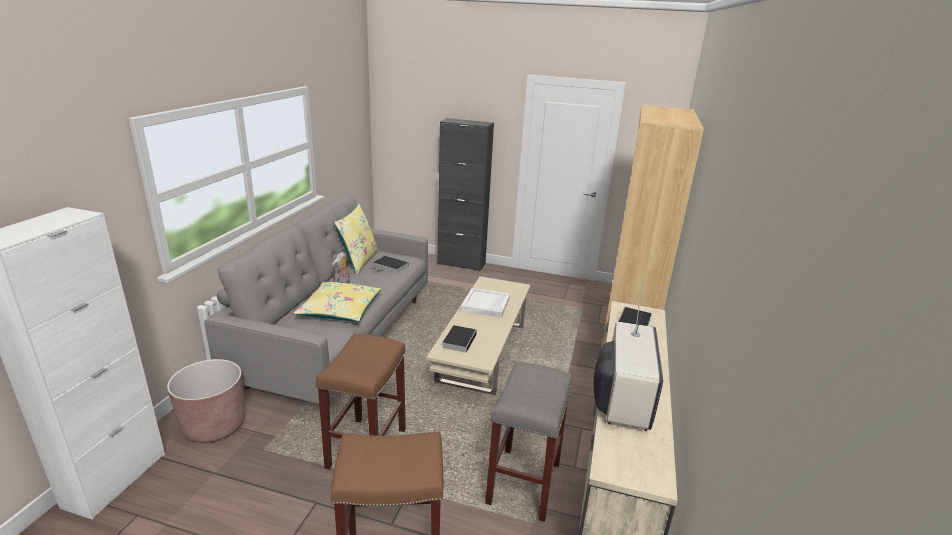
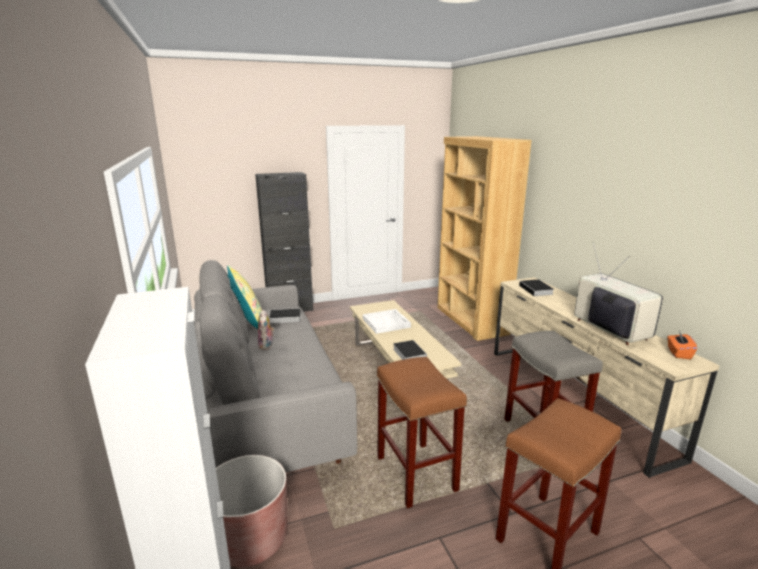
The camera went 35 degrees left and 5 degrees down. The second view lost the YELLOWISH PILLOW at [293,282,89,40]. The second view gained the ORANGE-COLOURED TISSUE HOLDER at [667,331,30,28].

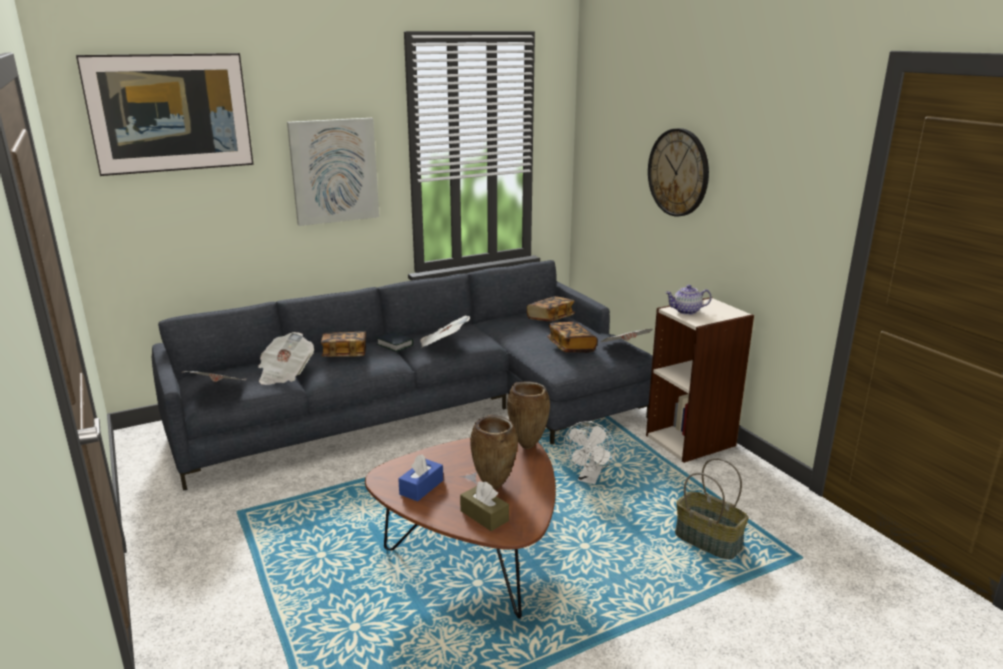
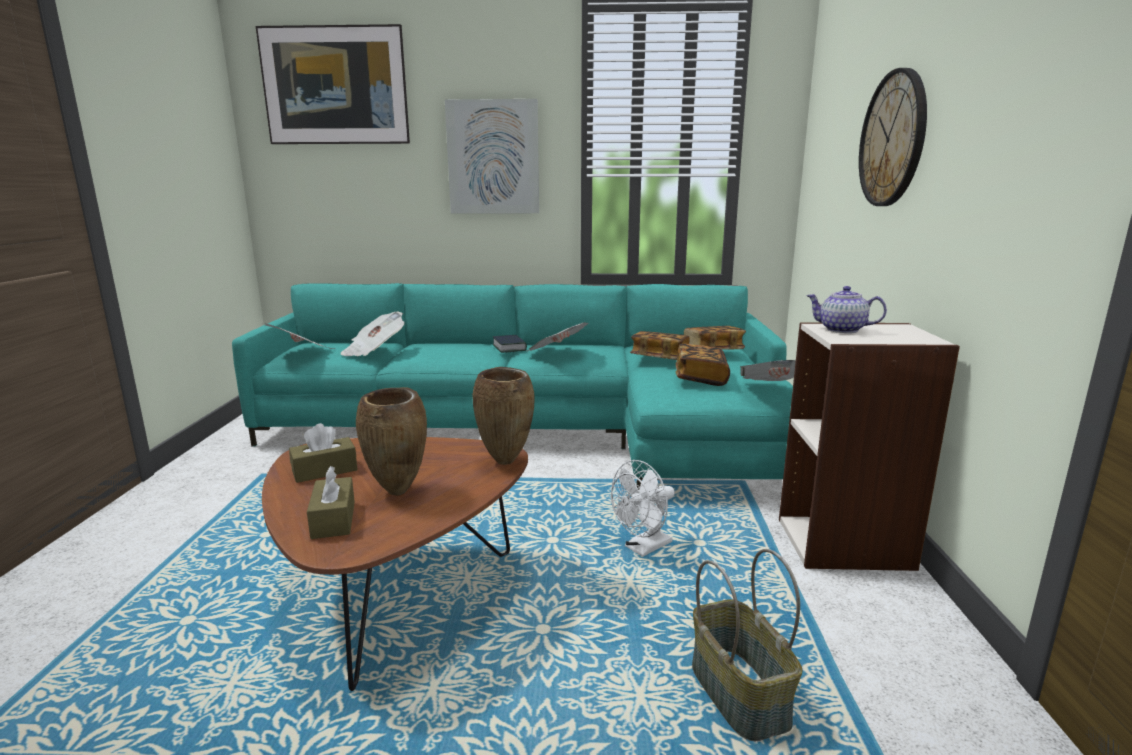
The camera went 30 degrees right and 5 degrees down. What was the GREY COUCH at [152,260,501,231] turned into the TURQUOISE-COLOURED COUCH at [232,283,561,207]. The BOOK ended up elsewhere, having gone from [321,331,45,26] to [630,331,60,29]. What was the BLUISH TISSUE HOLDER at [398,454,45,47] turned into the BROWNISH TISSUE HOLDER at [289,423,69,60].

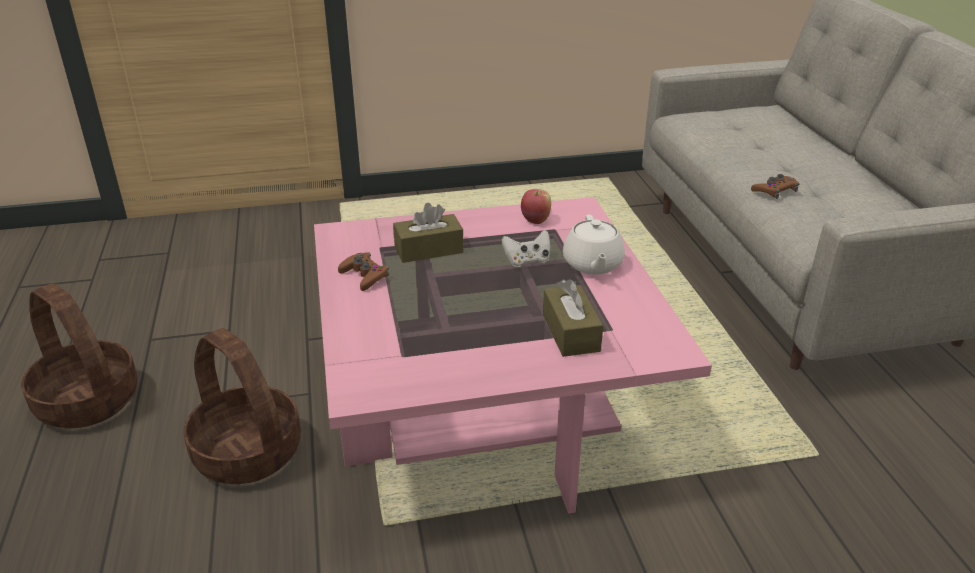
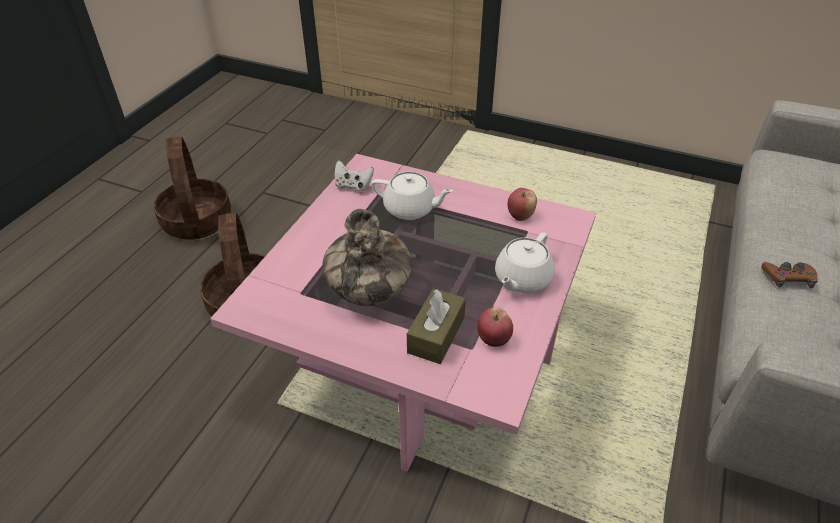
The camera went 35 degrees right and 10 degrees up. The second view lost the BROWNISH GAME CONTROLLER at [338,252,51,39]. Where the BROWNISH TISSUE HOLDER stood at [393,203,71,60], the WHITE TEA POT came to stand at [371,172,82,48]. The WHITE GAME CONTROLLER ended up elsewhere, having gone from [502,230,48,37] to [334,161,40,32]. The second view gained the FLOWER VASE at [323,209,89,97]. The second view gained the APPLE at [477,307,36,40].

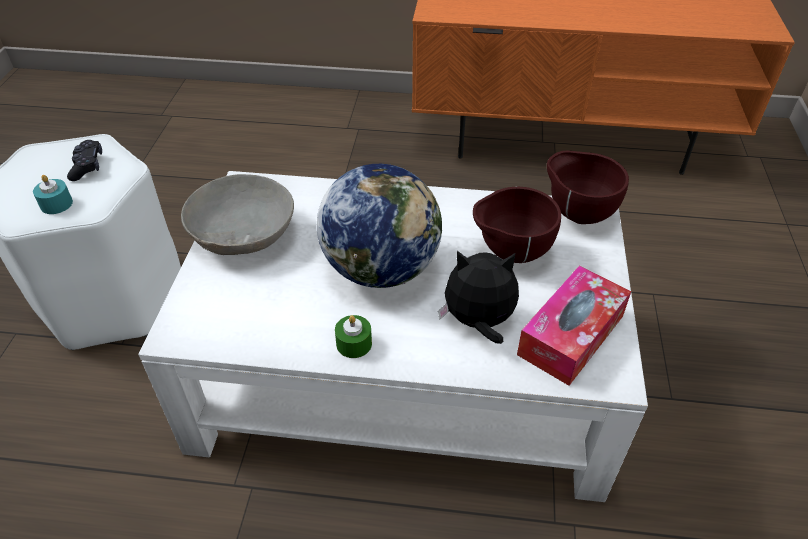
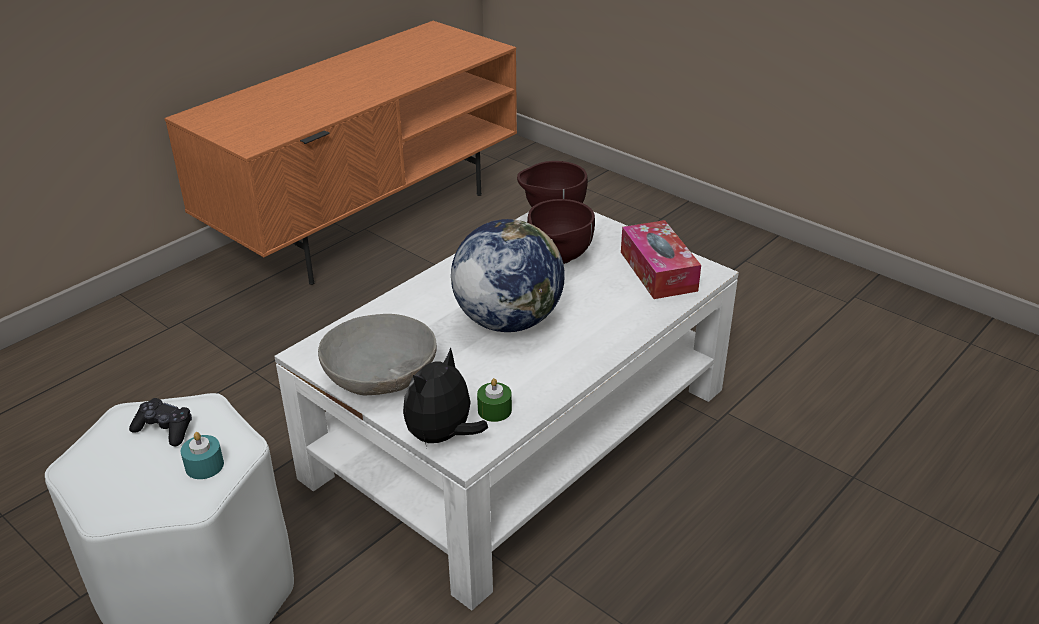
The camera went 55 degrees left and 10 degrees down. The GREENISH CANDLE ended up elsewhere, having gone from [335,315,37,43] to [477,378,35,44]. The SOFT TOY ended up elsewhere, having gone from [438,251,81,93] to [403,347,85,97].

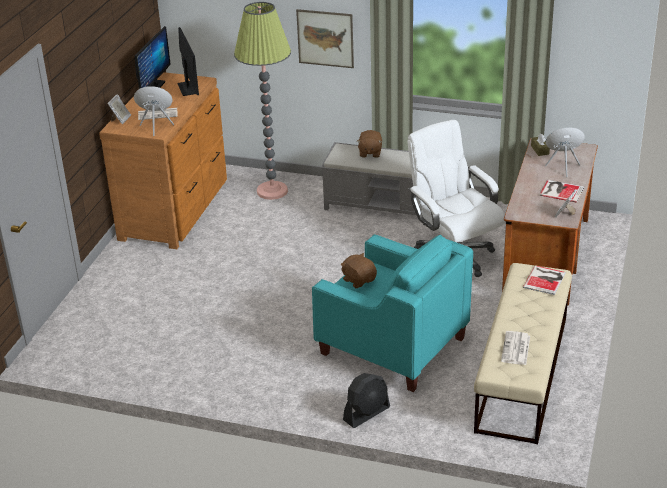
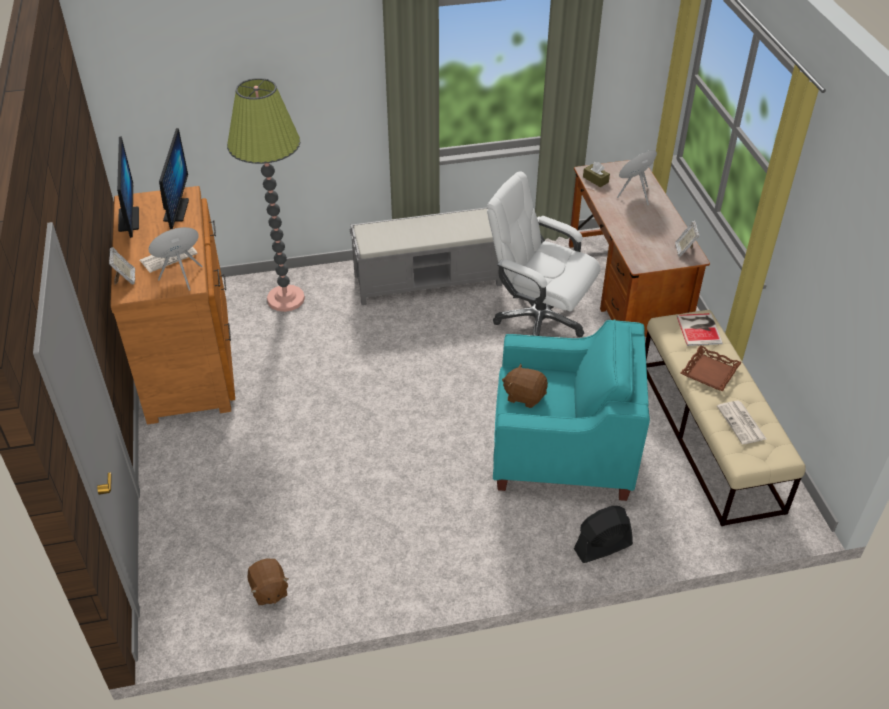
The camera went 30 degrees left and 10 degrees up. The MONITOR at [178,27,21,69] ended up facing another way, 45 degrees clockwise from before. The second view lost the WALL ART at [296,9,58,59]. The BLACK-COLOURED COOLING FAN at [343,373,47,55] ended up facing another way, 135 degrees counterclockwise from before. The BROWNISH SOFT TOY ended up elsewhere, having gone from [357,130,25,28] to [247,559,42,46]. The second view lost the BOOK at [539,180,45,23]. The second view gained the BROWNISH SERVING TRAY at [681,345,61,46].

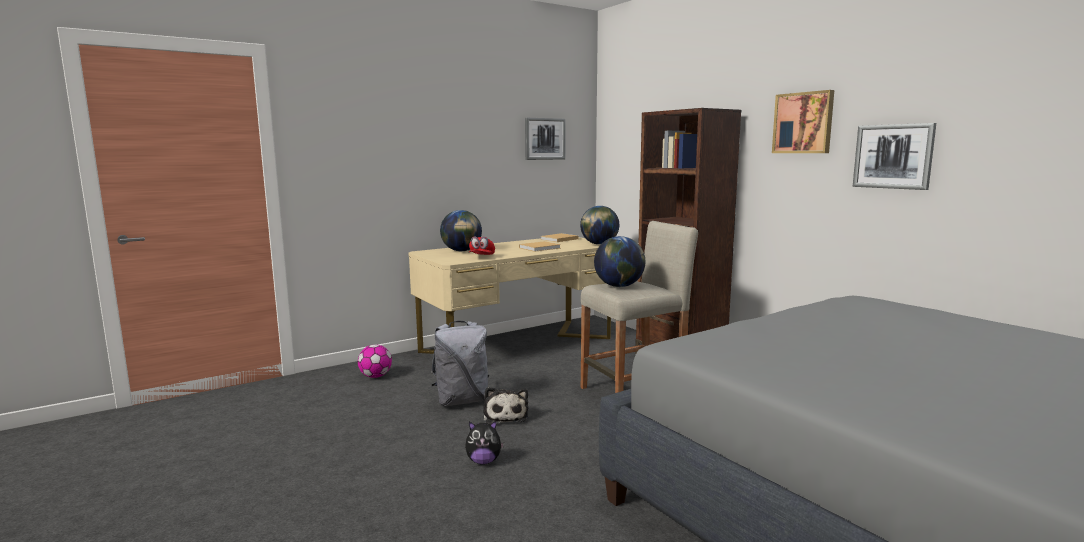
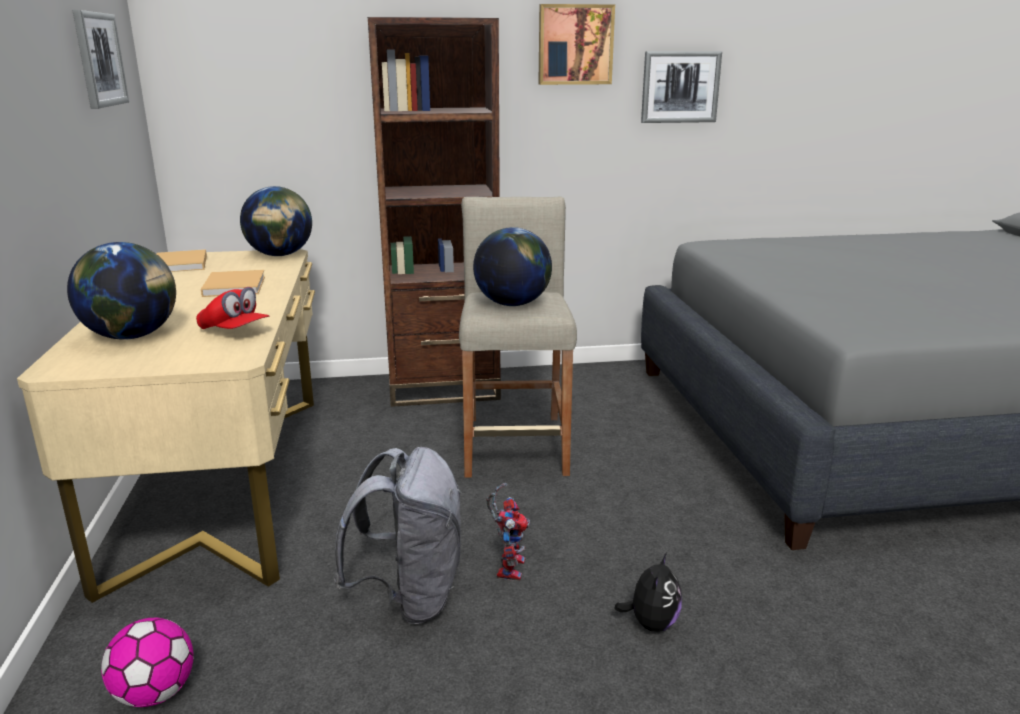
The camera went 65 degrees left and 10 degrees up. Where the SOFT TOY stood at [483,387,45,38], the MODEL ROBOT came to stand at [486,483,44,98].

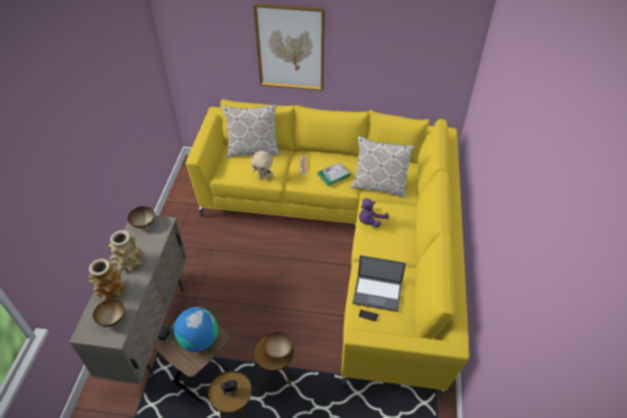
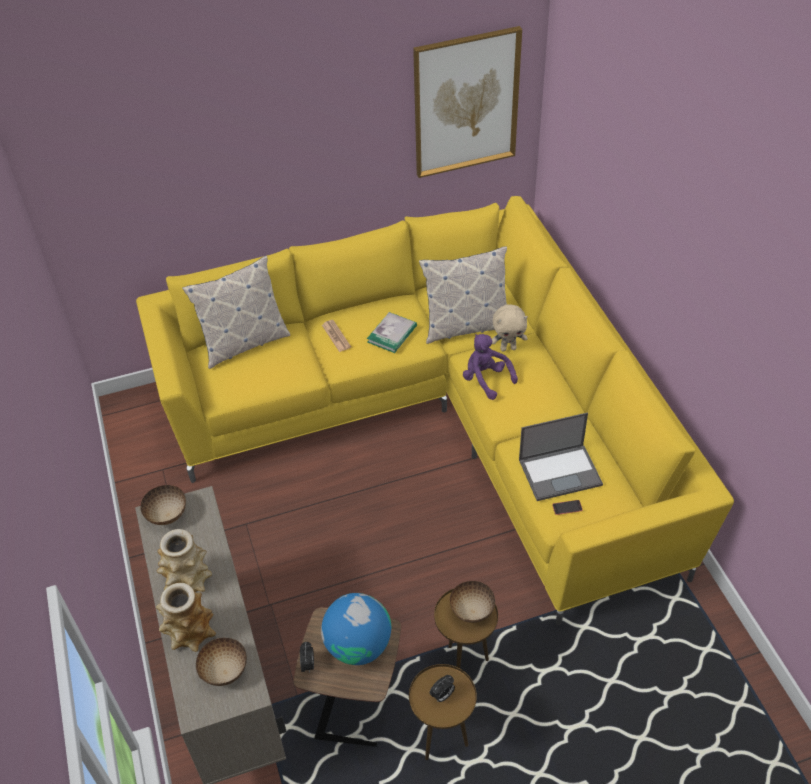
The camera went 25 degrees left and 0 degrees up. The SAND-COLOURED SOFT TOY ended up elsewhere, having gone from [251,151,23,29] to [492,304,36,47]. The WALL ART ended up elsewhere, having gone from [253,3,72,88] to [413,26,109,152]. The PURPLISH SOFT TOY at [359,198,30,29] ended up facing another way, 120 degrees clockwise from before.

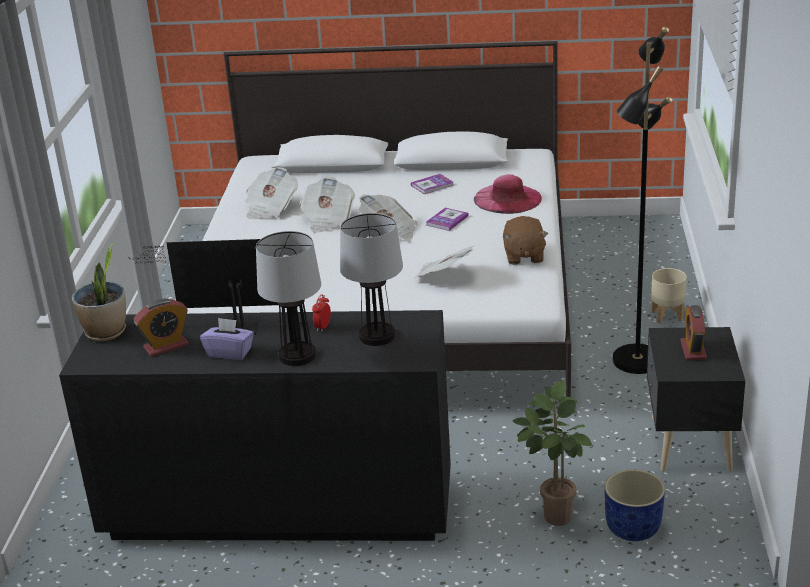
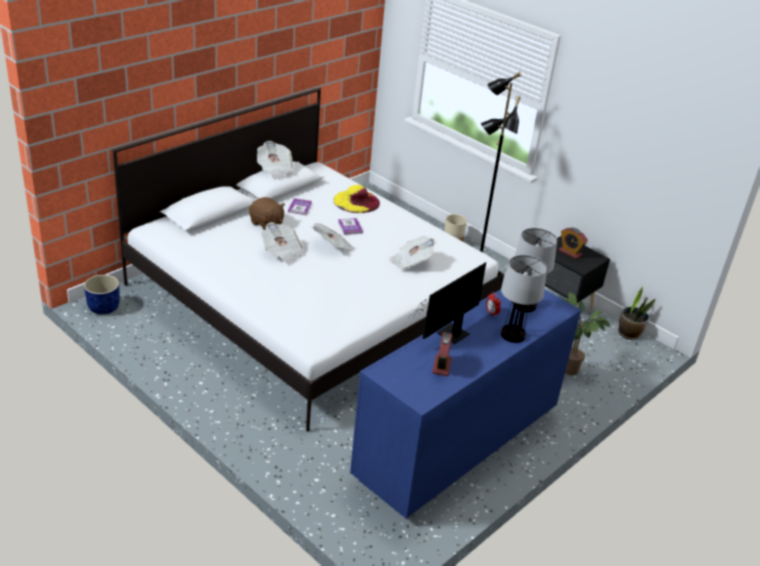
The camera went 55 degrees left and 5 degrees up. What was the BLACK-COLOURED DRAWER CHEST at [59,310,392,231] turned into the BLUISH DRAWER CHEST at [350,289,231,229]. The HOUSEPLANT ended up elsewhere, having gone from [72,243,54,99] to [618,286,38,54]. The second view lost the PURPLISH TISSUE HOLDER at [200,318,54,42]. The PRINTED PAPER ended up elsewhere, having gone from [245,167,53,52] to [257,141,36,38]. What was the PINK HAT at [474,174,68,40] turned into the YELLOWISH HAT at [334,185,46,28]. The BROWNISH SOFT TOY ended up elsewhere, having gone from [503,216,45,49] to [249,197,36,33]. The BLUISH PLANTER ended up elsewhere, having gone from [604,470,61,71] to [84,275,36,40].

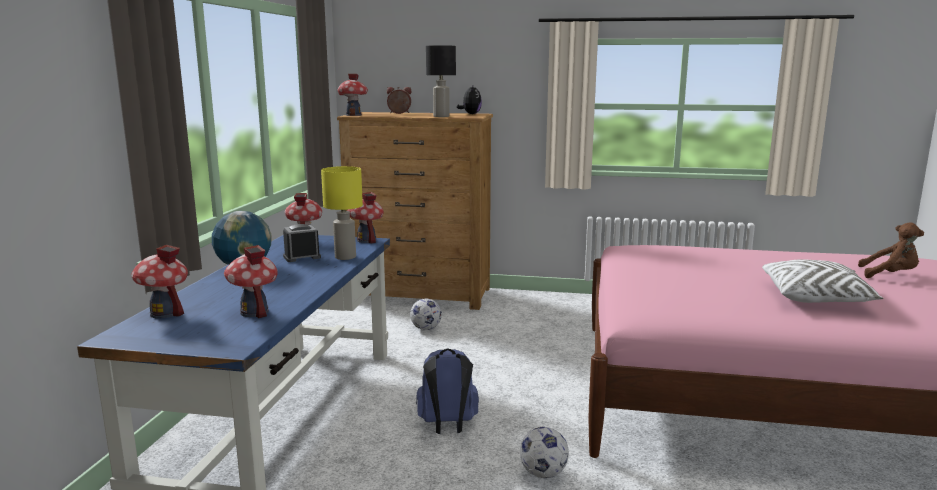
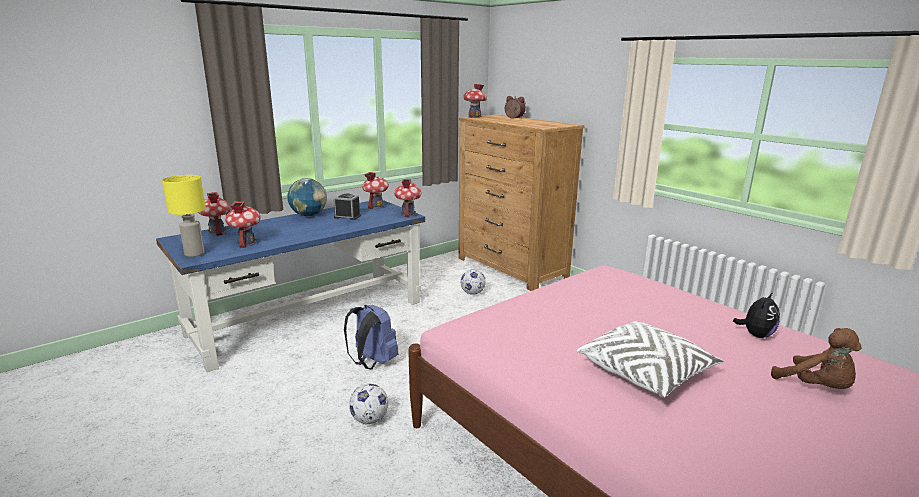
The camera went 40 degrees right and 5 degrees up. The YELLOWISH LAMP FOR A TABLE ended up elsewhere, having gone from [321,166,42,94] to [162,175,44,82]. The second view lost the BLACK-COLOURED LAMP FOR A TABLE at [426,45,30,72]. The SOFT TOY ended up elsewhere, having gone from [457,84,25,30] to [733,292,47,46].

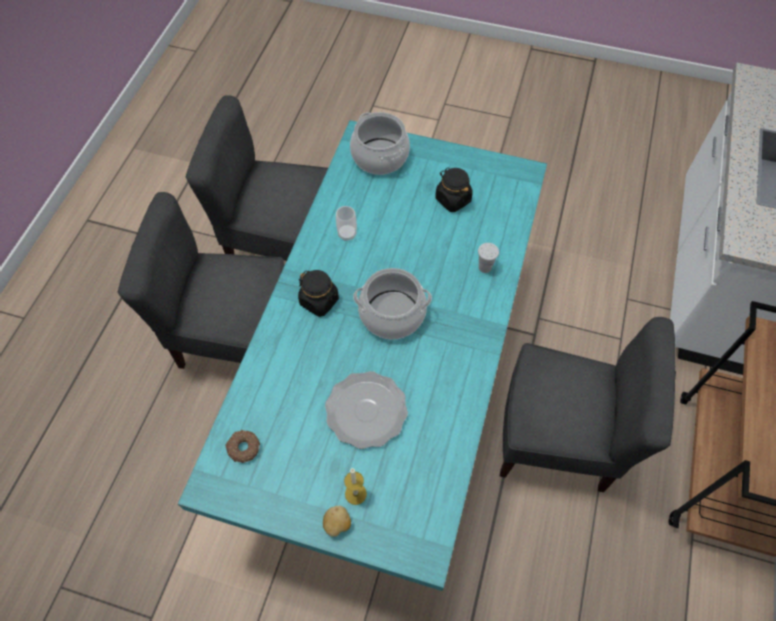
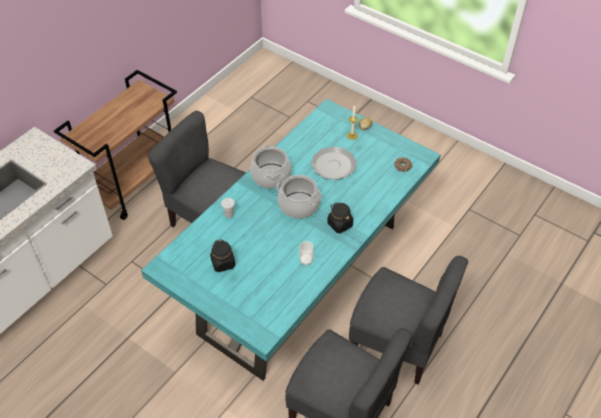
The camera went 160 degrees left and 10 degrees down. The STOCKPOT ended up elsewhere, having gone from [350,112,60,63] to [250,145,41,44].

